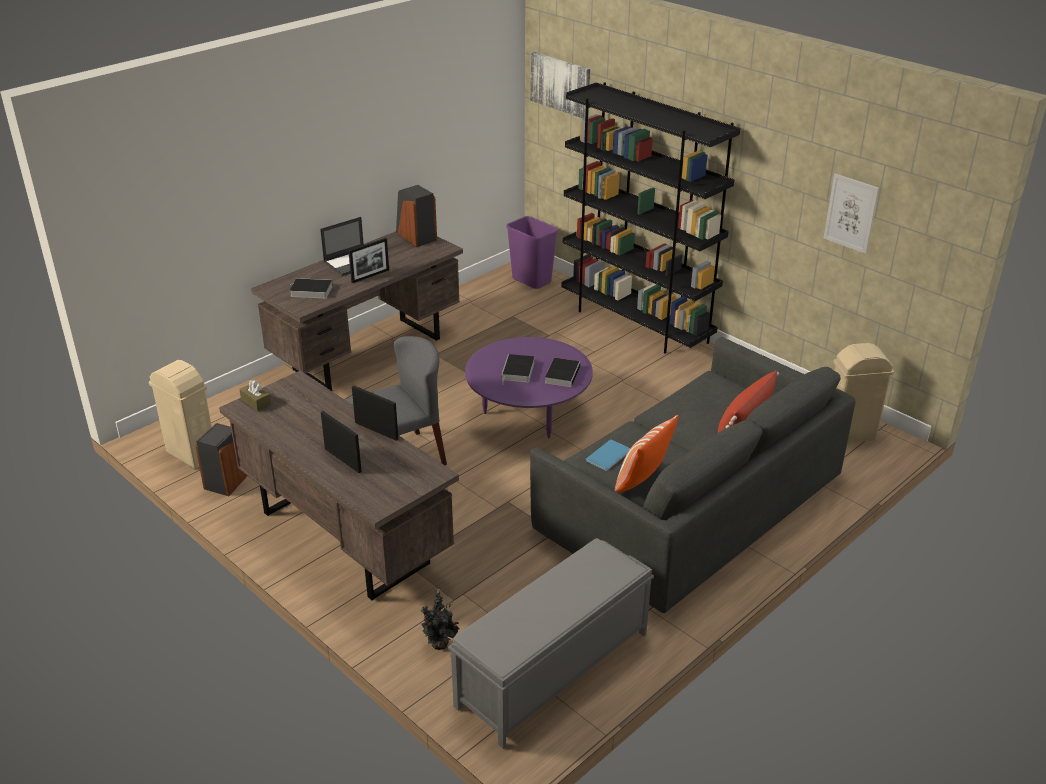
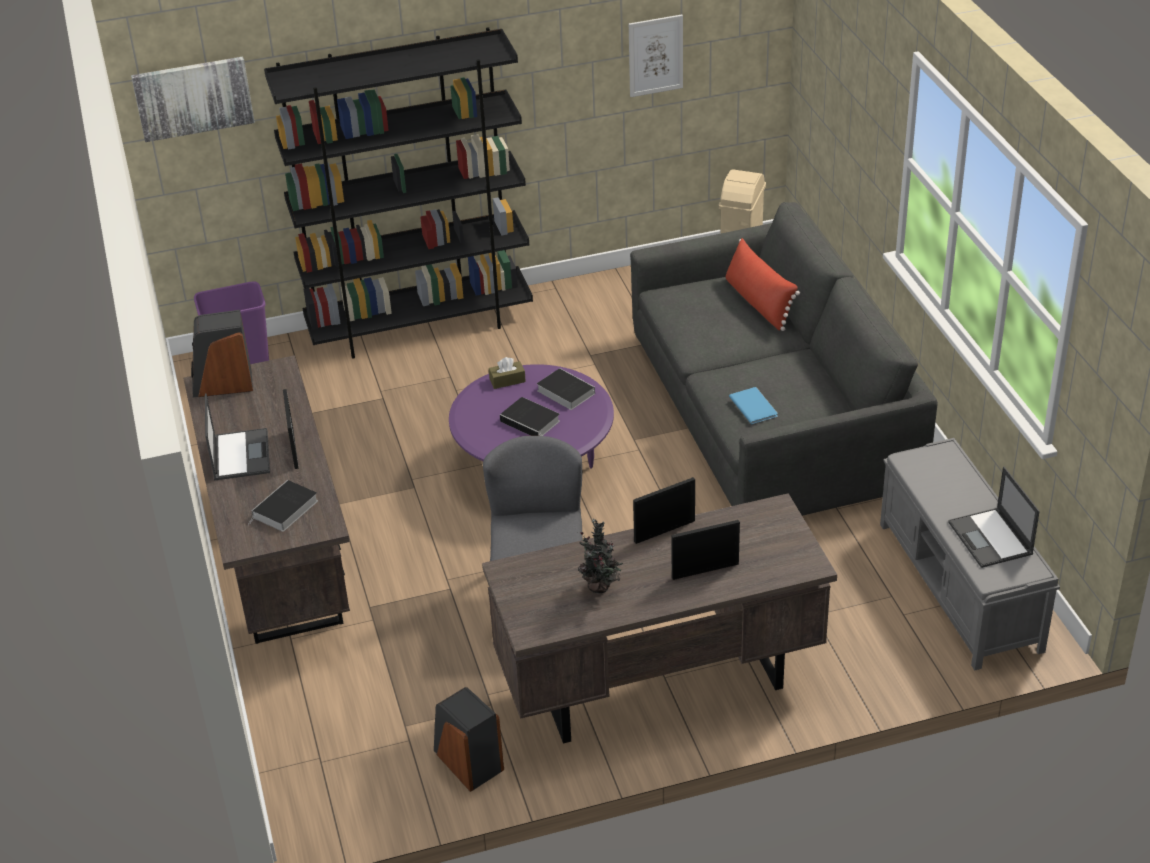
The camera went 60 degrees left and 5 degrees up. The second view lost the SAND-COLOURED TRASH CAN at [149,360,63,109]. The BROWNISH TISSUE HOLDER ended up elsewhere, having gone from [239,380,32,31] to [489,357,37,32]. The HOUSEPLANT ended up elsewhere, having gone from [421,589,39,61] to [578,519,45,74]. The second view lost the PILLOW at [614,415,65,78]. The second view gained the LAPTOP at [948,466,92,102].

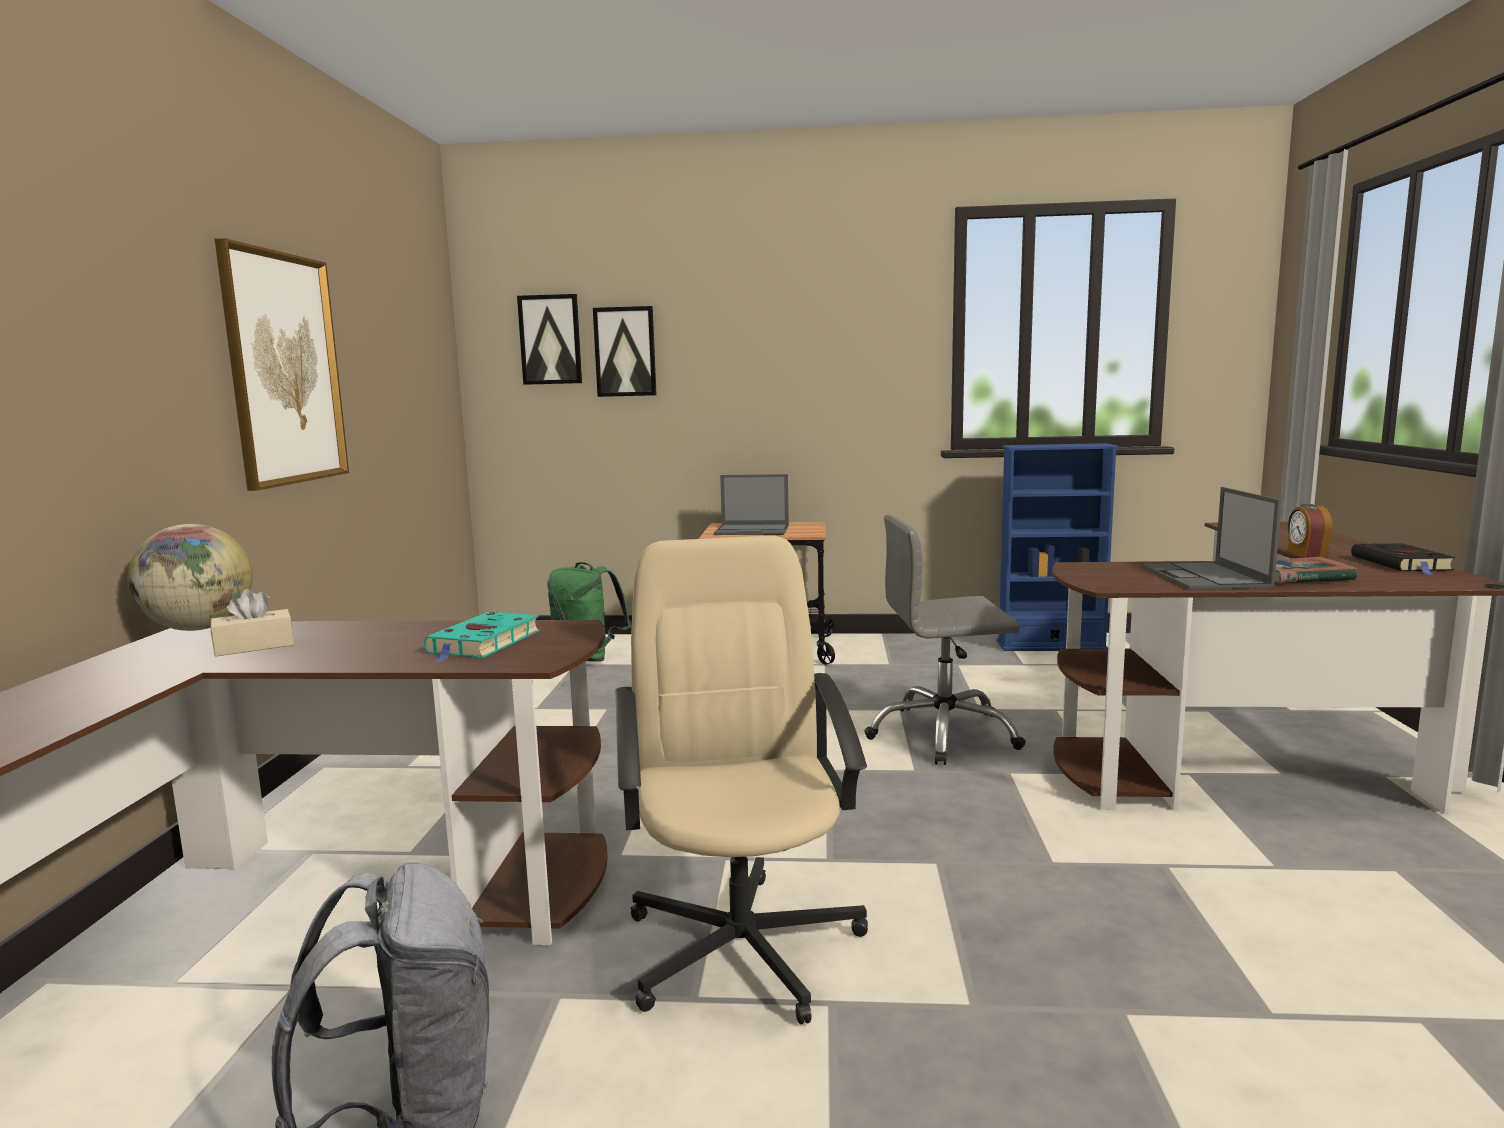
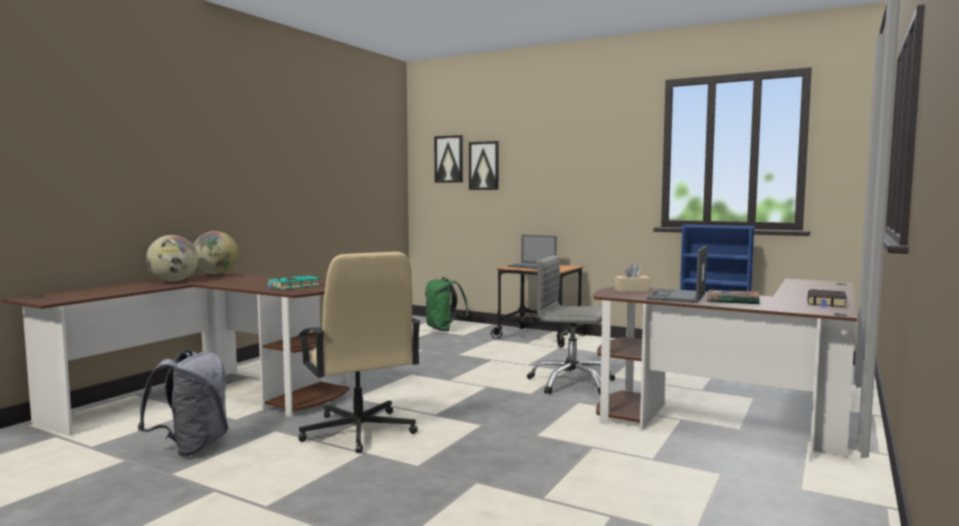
The camera went 25 degrees right and 5 degrees down. The SAND-COLOURED TISSUE HOLDER ended up elsewhere, having gone from [210,589,84,68] to [614,264,36,28]. The second view lost the WALL ART at [215,238,134,253]. The SAND-COLOURED OFFICE CHAIR at [615,535,253,489] ended up facing another way, 135 degrees clockwise from before. The second view lost the TABLE CLOCK at [1288,504,44,54]. The second view gained the GLOBE at [146,235,52,47].

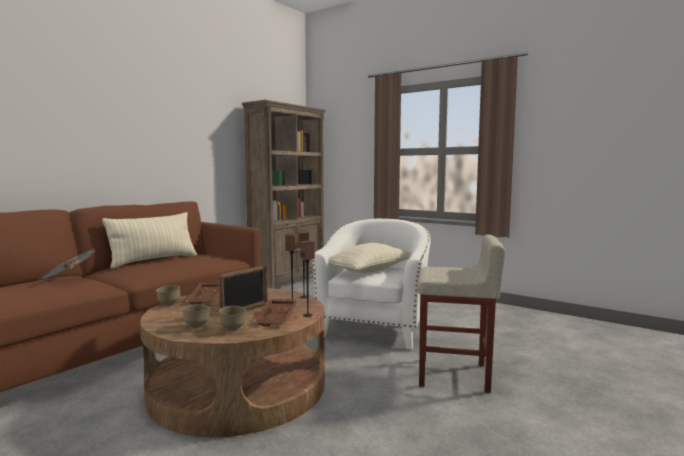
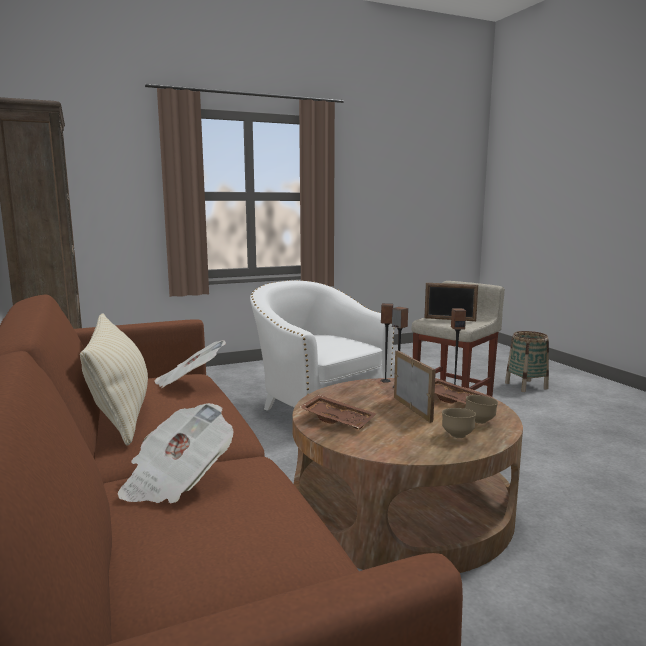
The camera went 60 degrees left and 5 degrees up. The second view lost the BROWNISH SERVING BOWL at [156,285,24,21]. The second view lost the SAND-COLOURED PILLOW at [328,243,83,30]. The second view gained the PRINTED PAPER at [154,340,72,48]. The second view gained the STANDING FRAME at [424,283,54,38]. The second view gained the STORAGE BASKET at [505,331,44,61].

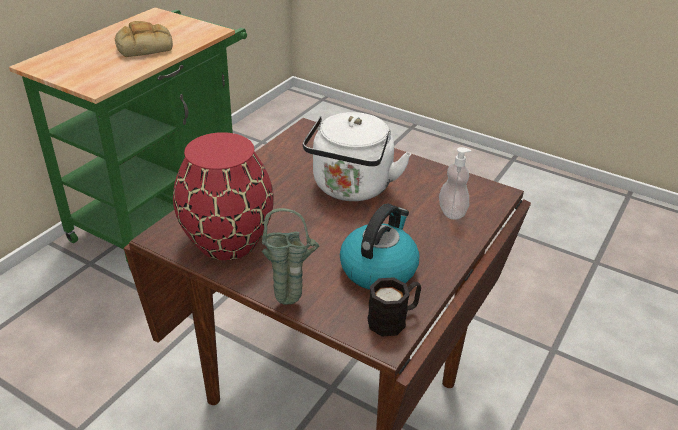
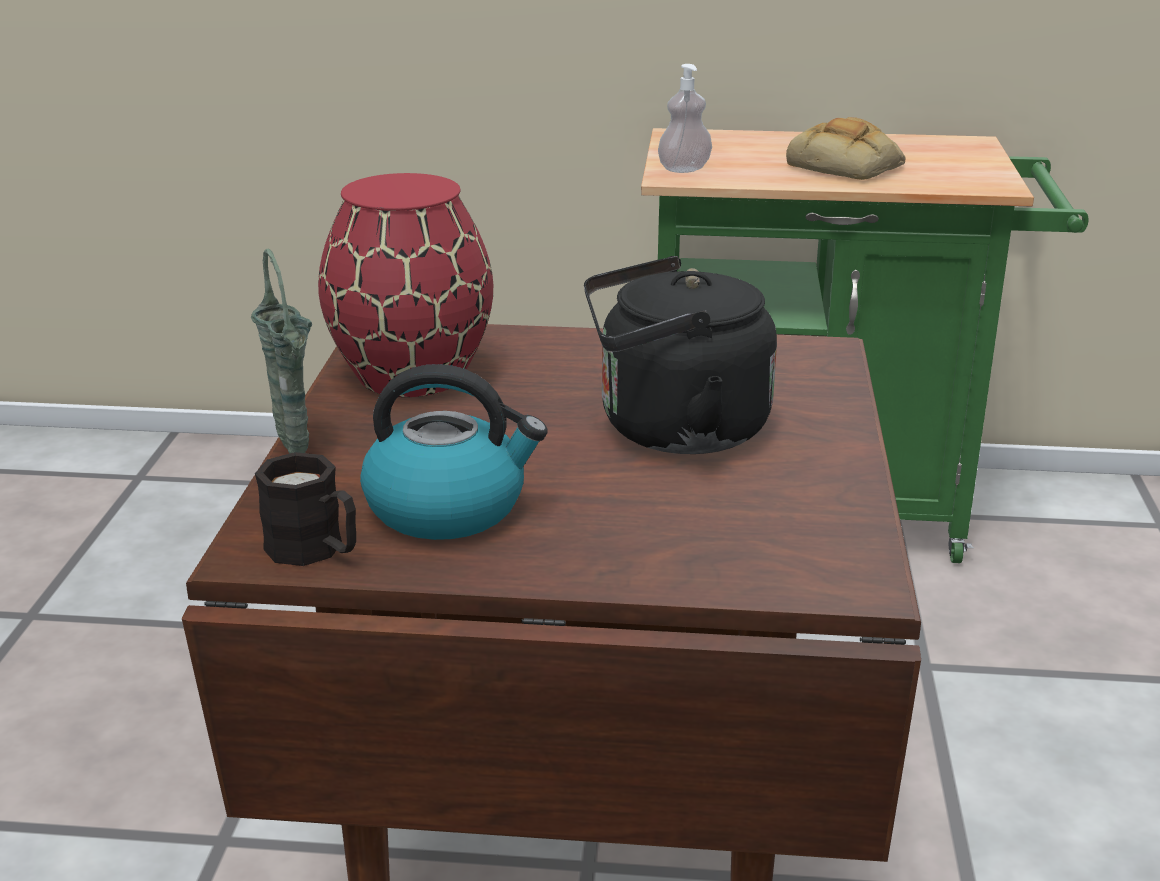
The camera went 65 degrees right and 10 degrees down. What was the WHITE TEA KETTLE at [303,112,109,89] turned into the BLACK-COLOURED TEA KETTLE at [584,256,193,198]. The LIQUID SOAP BOTTLE ended up elsewhere, having gone from [439,147,32,73] to [658,64,54,109].

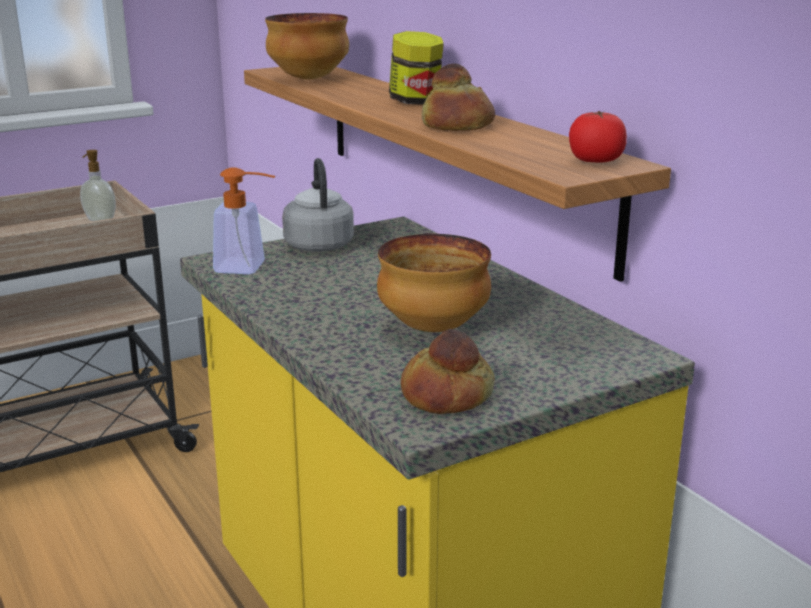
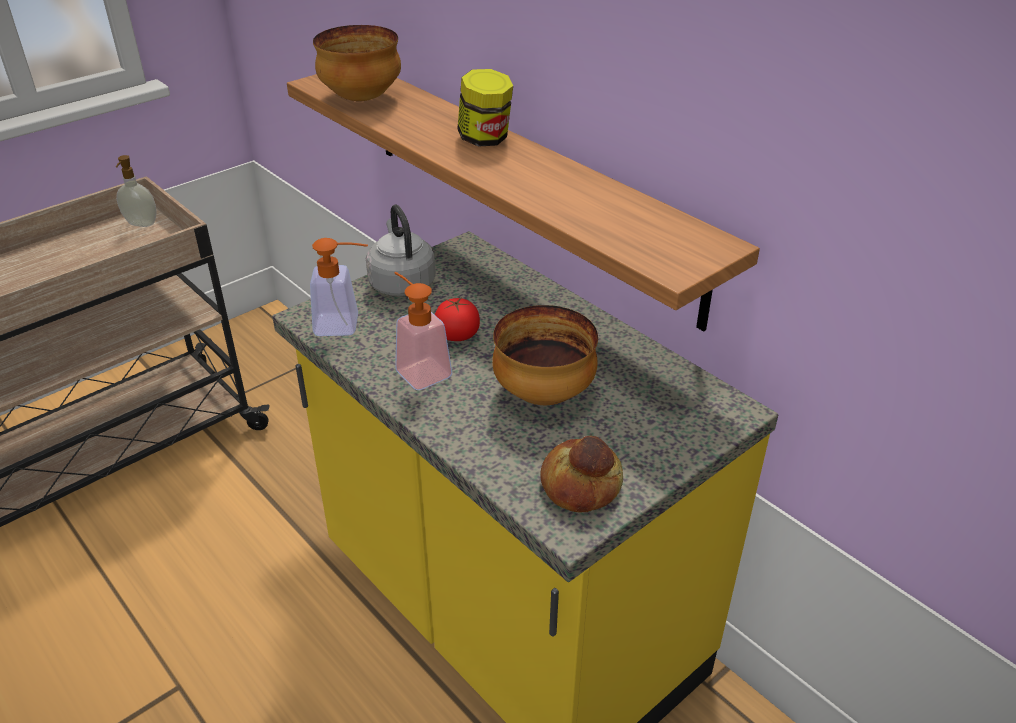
The camera went 10 degrees left and 15 degrees up. The second view lost the BREAD at [422,64,73,67]. The TOMATO ended up elsewhere, having gone from [569,111,58,52] to [435,297,45,44]. The second view gained the LIQUID SOAP BOTTLE at [395,272,57,118].

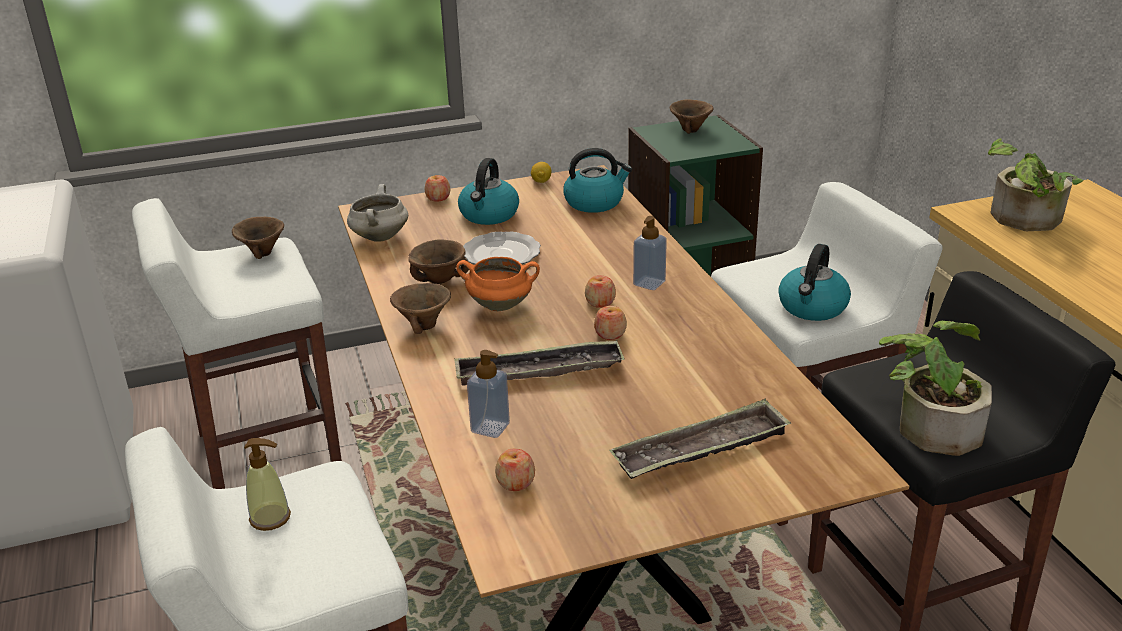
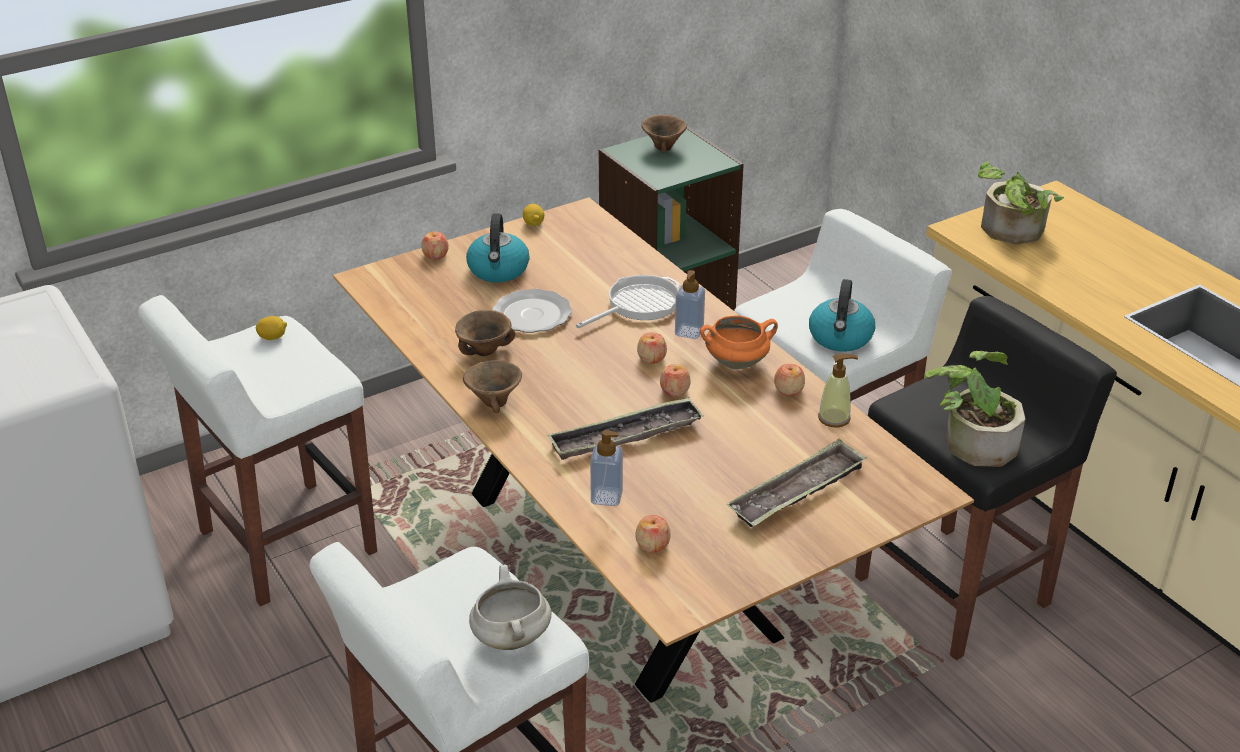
The camera went 15 degrees left and 5 degrees up. Where the BROWNISH SERVING BOWL stood at [232,217,52,42], the LEMON came to stand at [256,316,31,24]. The LIQUID SOAP BOTTLE ended up elsewhere, having gone from [244,438,47,93] to [818,354,40,74]. The WHITE STOCKPOT ended up elsewhere, having gone from [347,184,61,58] to [469,565,82,85]. The ORANGE-COLOURED STOCKPOT ended up elsewhere, having gone from [456,257,84,54] to [700,315,78,54]. The second view lost the TEA KETTLE at [563,148,69,65]. The second view gained the SKILLET at [576,275,104,53]. The second view gained the APPLE at [774,364,31,32].

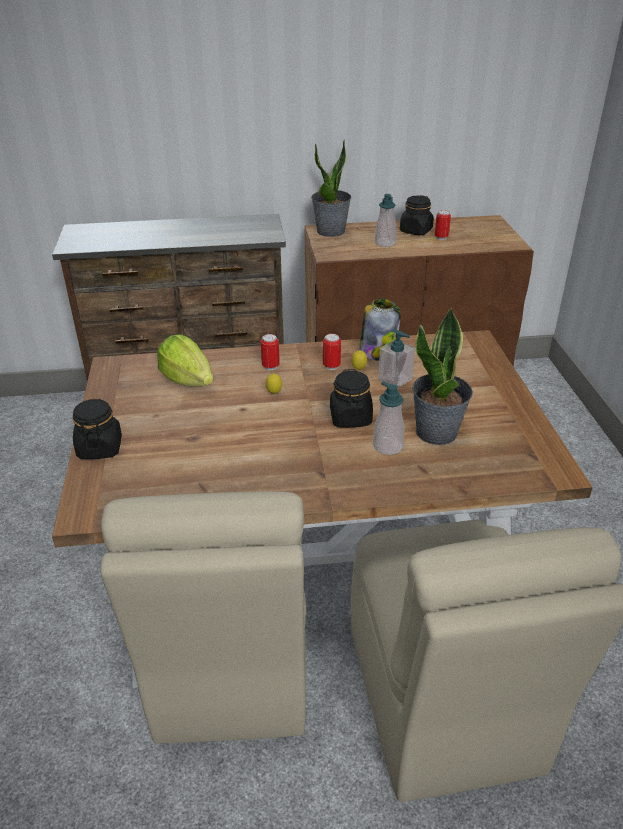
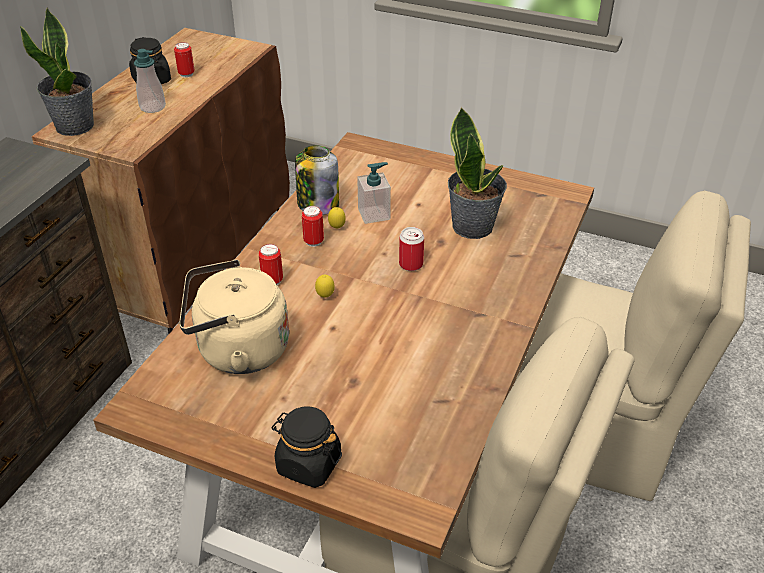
The camera went 60 degrees left and 5 degrees up. Where the LETTUCE HEAD stood at [157,334,56,53], the SAND-COLOURED TEA KETTLE came to stand at [179,259,110,115]. Where the BLACK-COLOURED JAR stood at [330,369,43,58], the METAL CAN came to stand at [399,227,25,44]. The second view lost the LIQUID SOAP BOTTLE at [373,381,31,74].

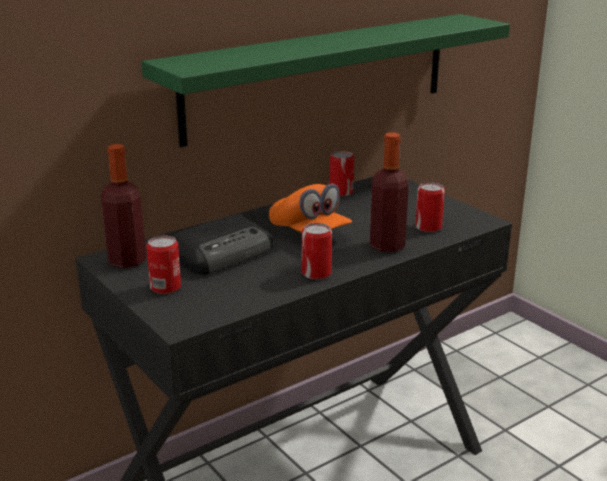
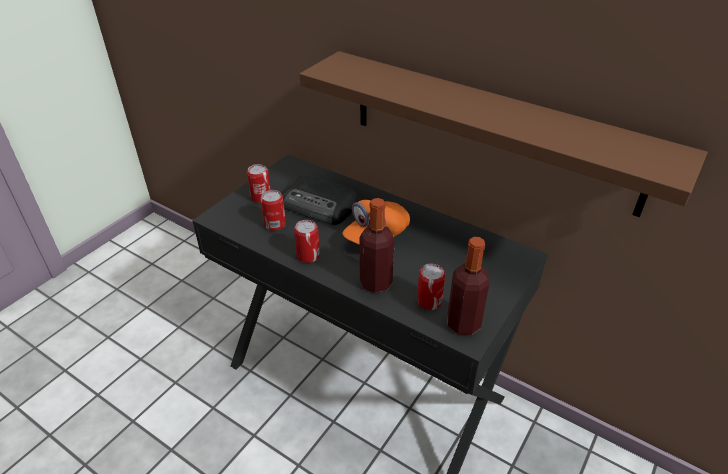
The camera went 70 degrees right and 15 degrees up. The BOTTLE ended up elsewhere, having gone from [101,144,45,124] to [447,237,42,98]. What was the GREENISH BRACKET SHELF at [141,14,369,133] turned into the BROWNISH BRACKET SHELF at [299,51,409,166]. The METAL CAN ended up elsewhere, having gone from [330,151,24,45] to [261,190,25,41].

